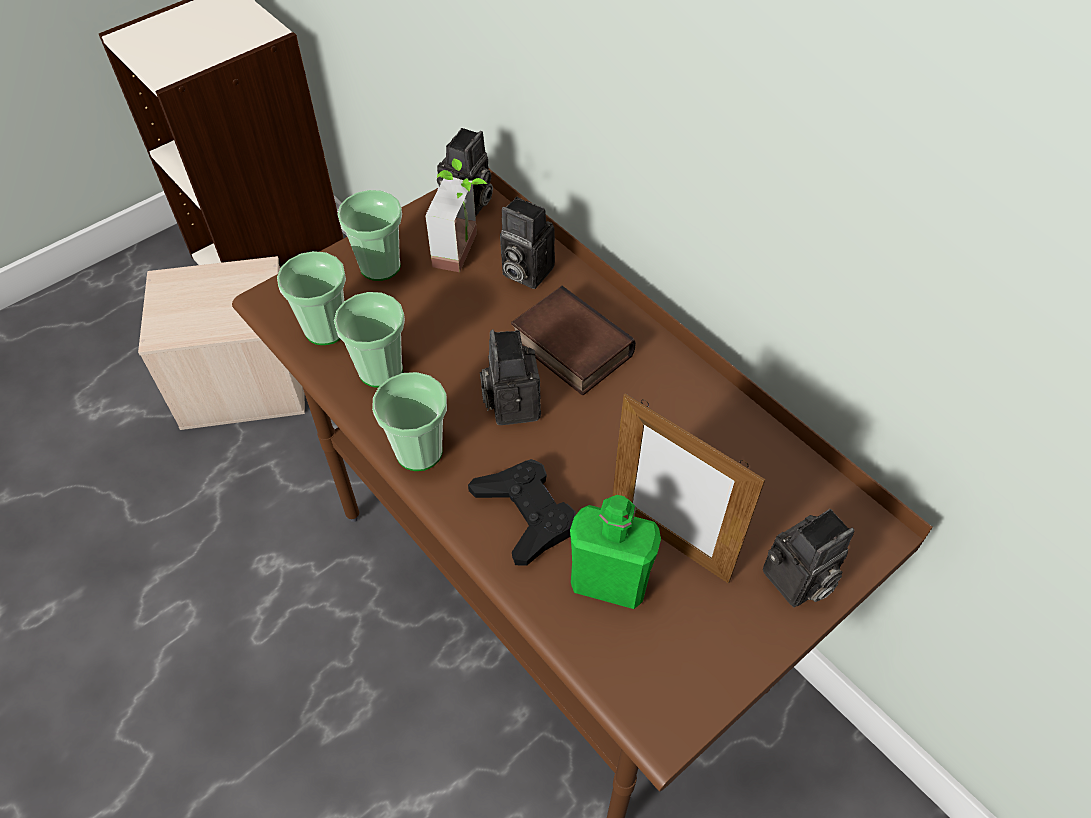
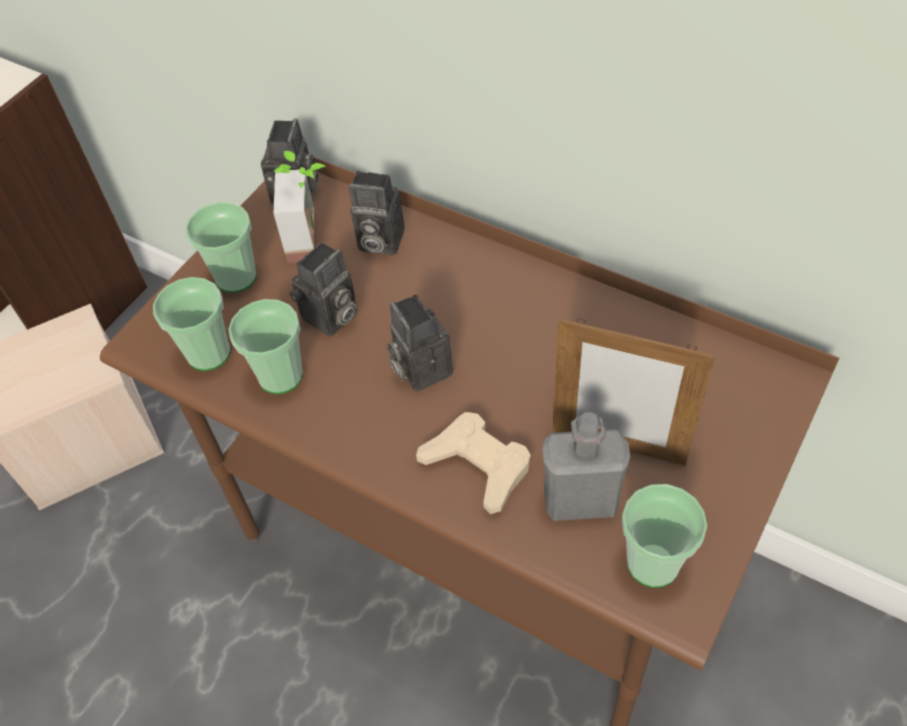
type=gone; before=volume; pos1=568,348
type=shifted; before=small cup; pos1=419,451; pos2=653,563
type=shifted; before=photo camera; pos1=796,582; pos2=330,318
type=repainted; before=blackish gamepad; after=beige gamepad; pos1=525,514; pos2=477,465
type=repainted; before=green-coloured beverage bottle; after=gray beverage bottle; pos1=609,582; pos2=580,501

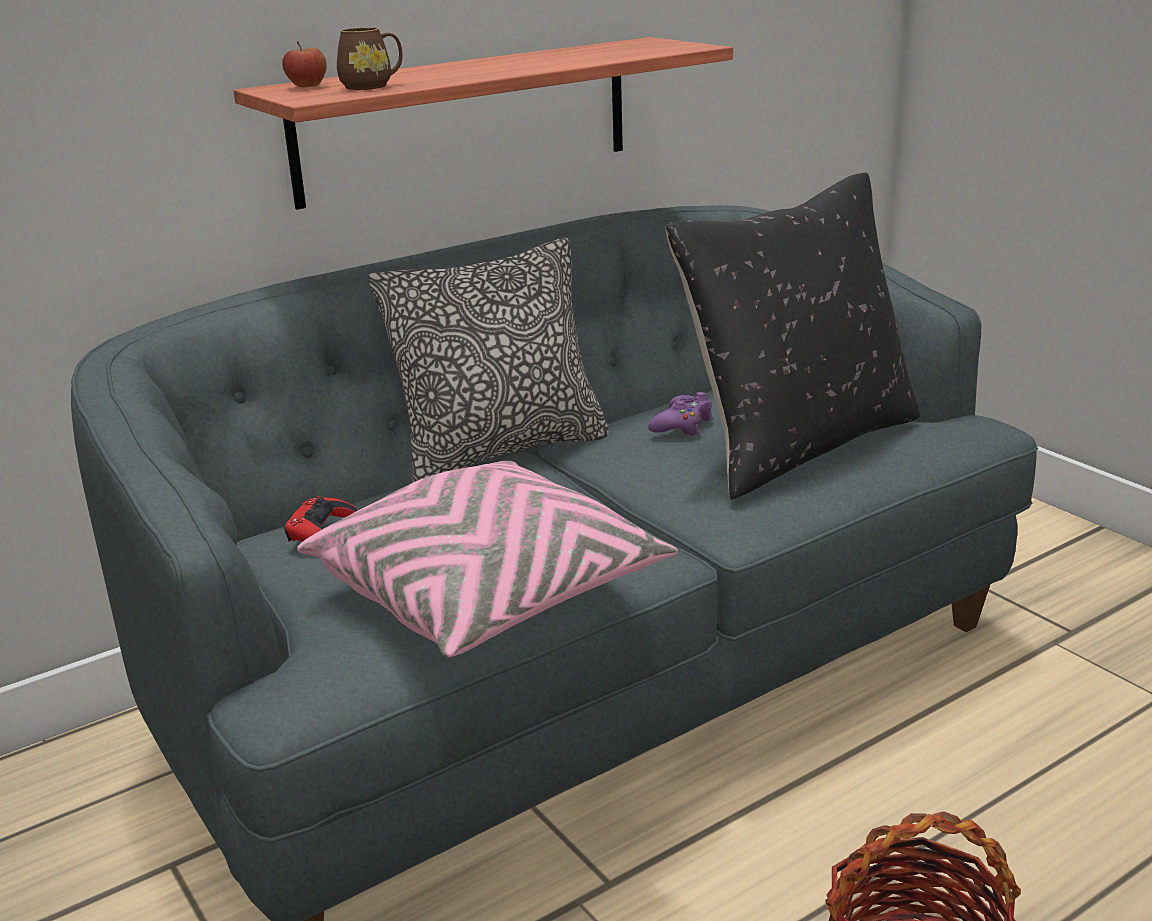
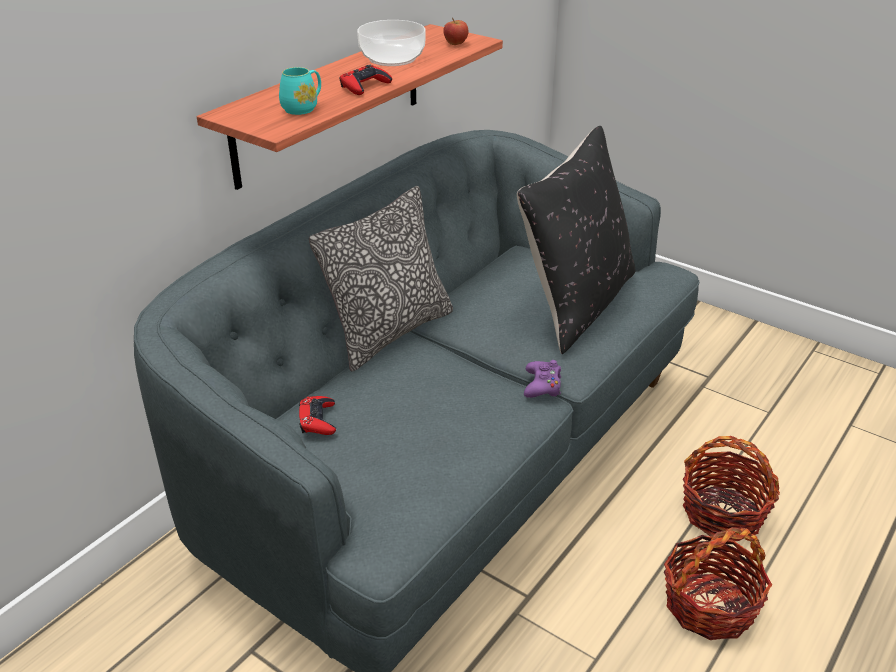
type=gone; before=pink throw pillow; pos1=489,595
type=new; after=red gamepad; pos2=365,86
type=new; after=deep dish; pos2=393,58
type=new; after=storage basket; pos2=723,512
type=shifted; before=apple fruit; pos1=307,86; pos2=455,44
type=shifted; before=purple gamepad; pos1=682,425; pos2=542,385
type=repainted; before=brown-coloured mug; after=blue-green mug; pos1=372,86; pos2=303,108

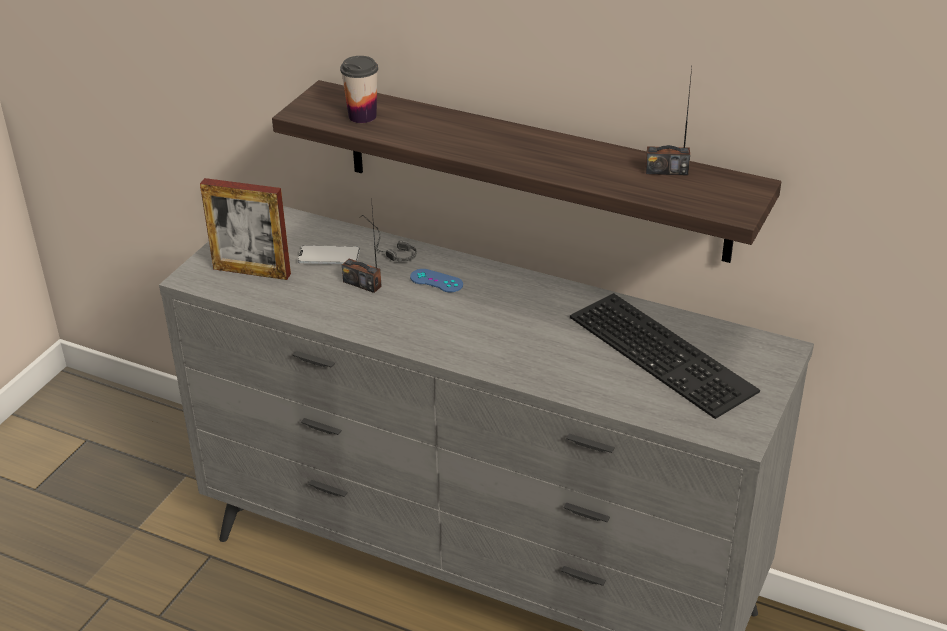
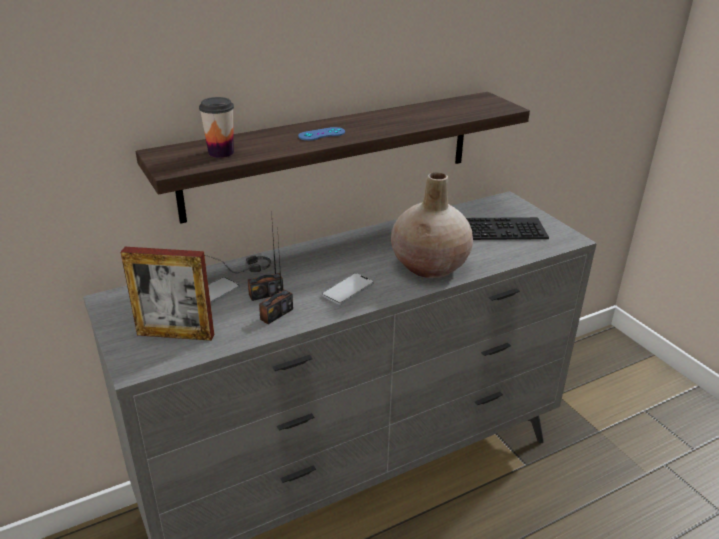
type=new; after=handset; pos2=348,290
type=new; after=beige decorative vase; pos2=430,266
type=shifted; before=blue gamepad; pos1=436,281; pos2=321,134
type=shifted; before=radio receiver; pos1=666,170; pos2=276,314
type=rotated; before=photo frame; pos1=252,271; pos2=175,334; turn=45

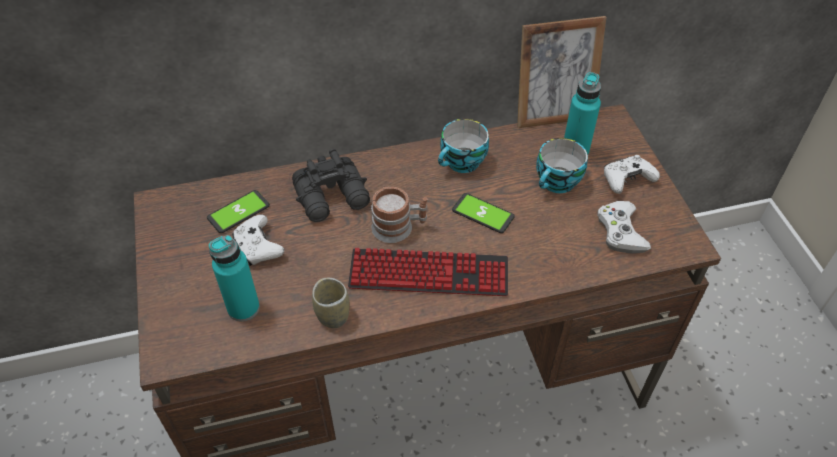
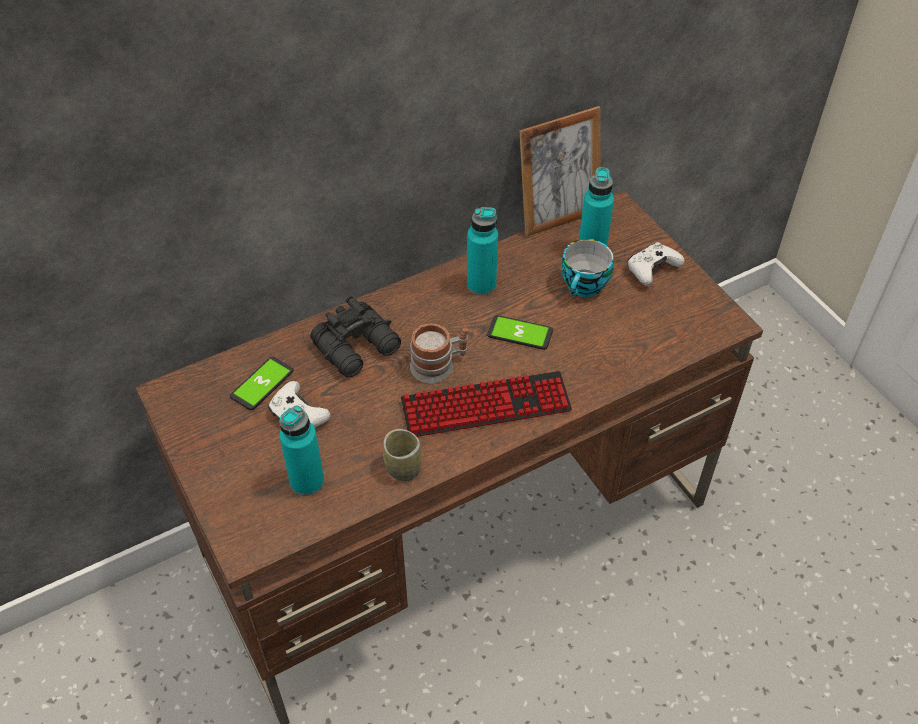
type=gone; before=white gamepad; pos1=620,231
type=swapped; before=small cup; after=blue-green beverage bottle; pos1=462,163; pos2=481,285

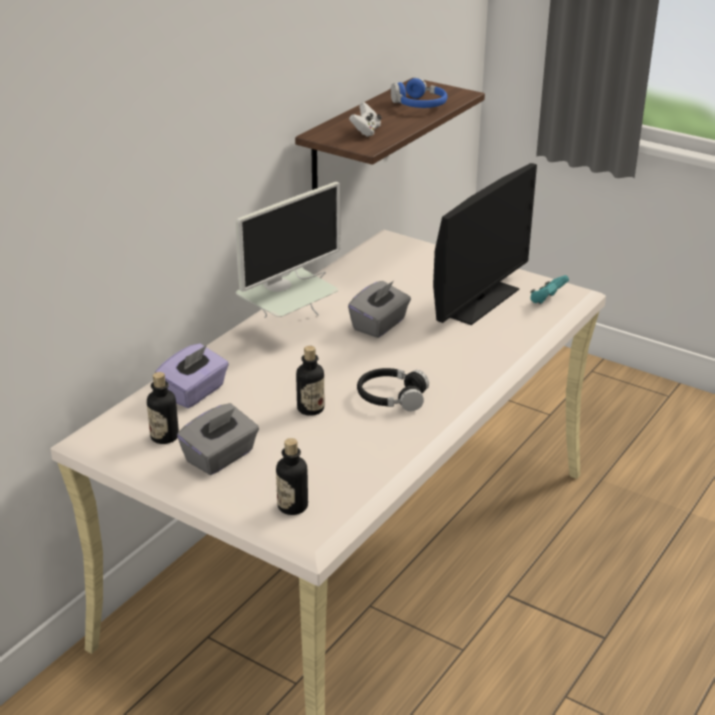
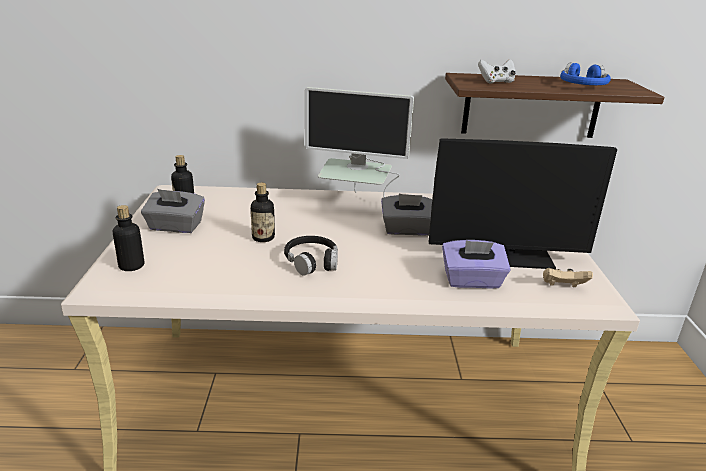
type=shifted; before=purple tissue holder; pos1=194,393; pos2=472,281
type=repainted; before=blue-green gamepad; after=beige gamepad; pos1=547,300; pos2=562,287

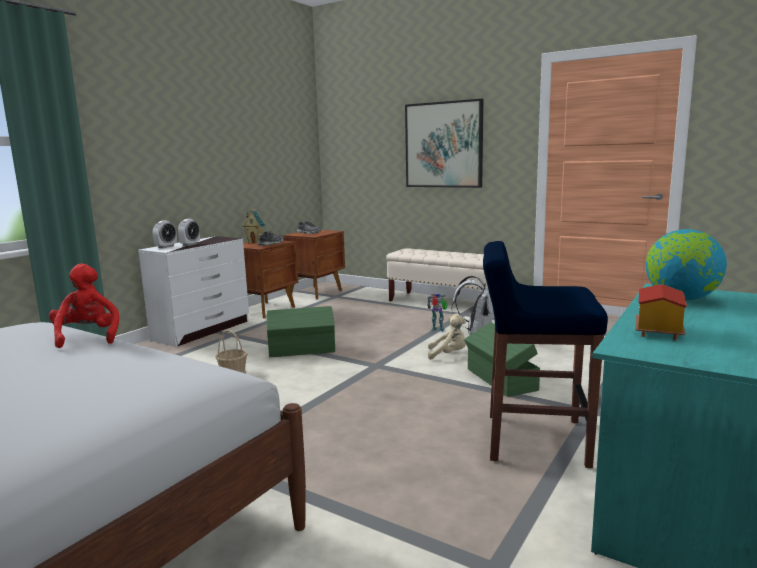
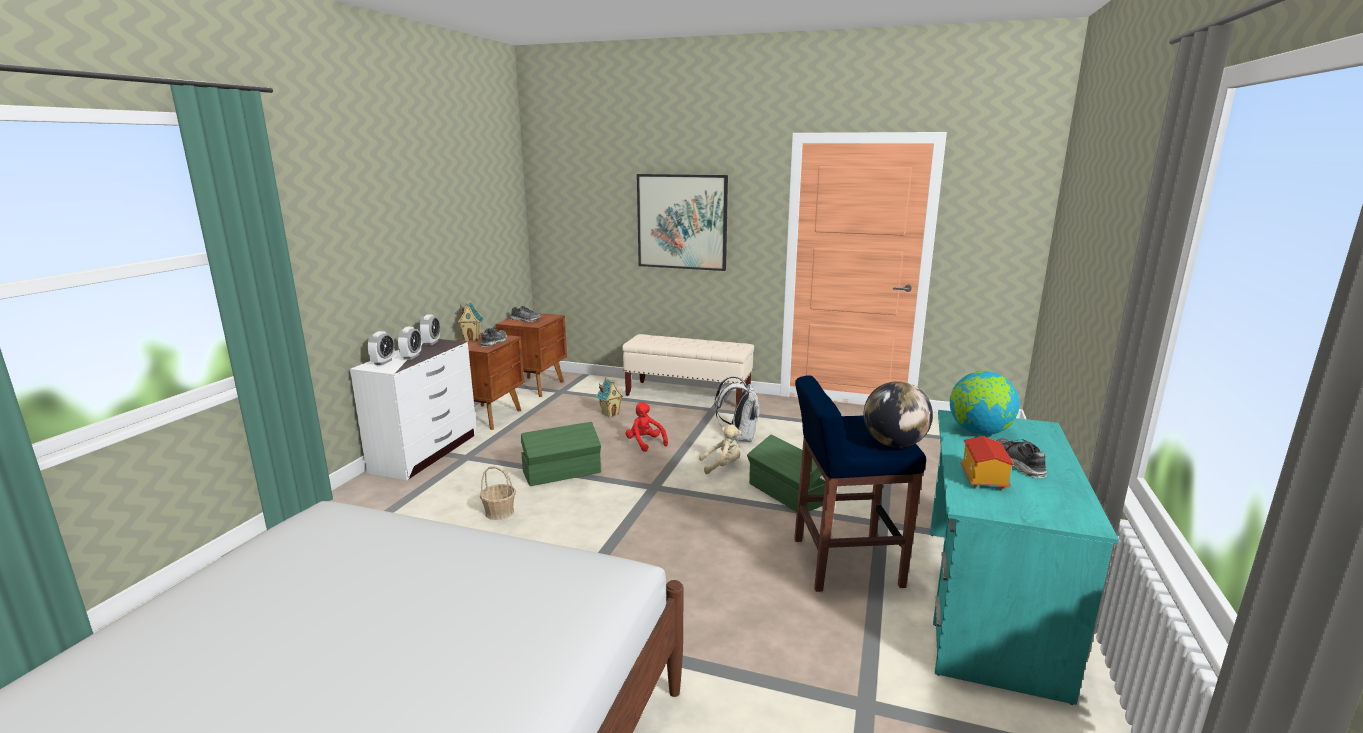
type=gone; before=model robot; pos1=438,330
type=new; after=table clock; pos2=431,343
type=new; after=miniature house; pos2=610,414
type=new; after=globe; pos2=894,444
type=new; after=shoe; pos2=1018,464
type=shifted; before=red plush toy; pos1=88,337; pos2=645,443

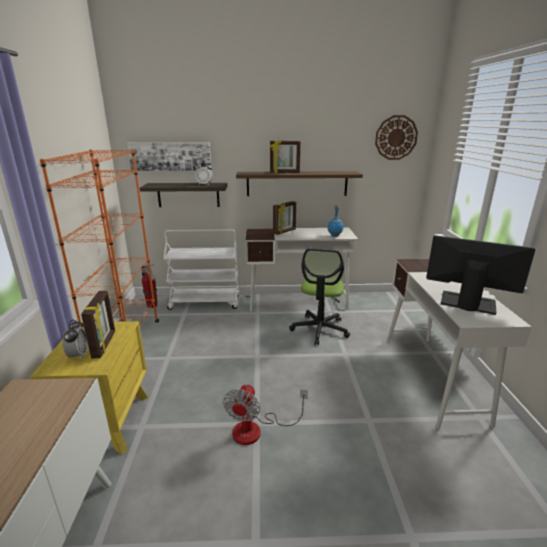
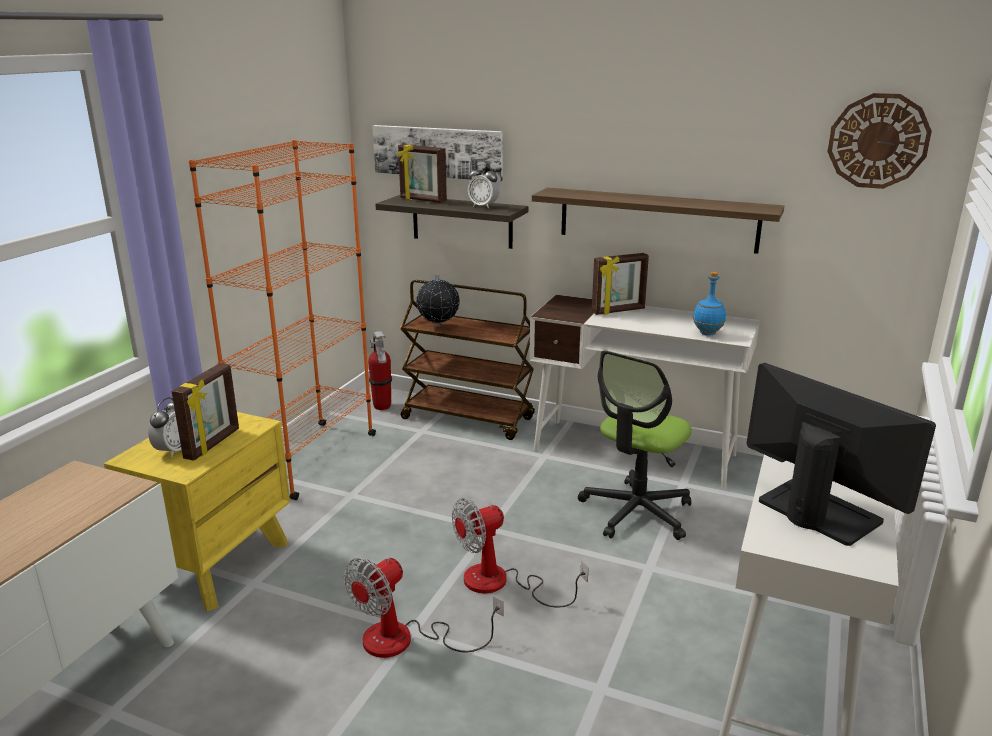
type=new; after=globe; pos2=438,327
type=new; after=electric fan; pos2=501,583
type=shifted; before=photo frame; pos1=284,172; pos2=422,200
type=repainted; before=white cart; after=brown-coloured cart; pos1=205,302; pos2=468,418

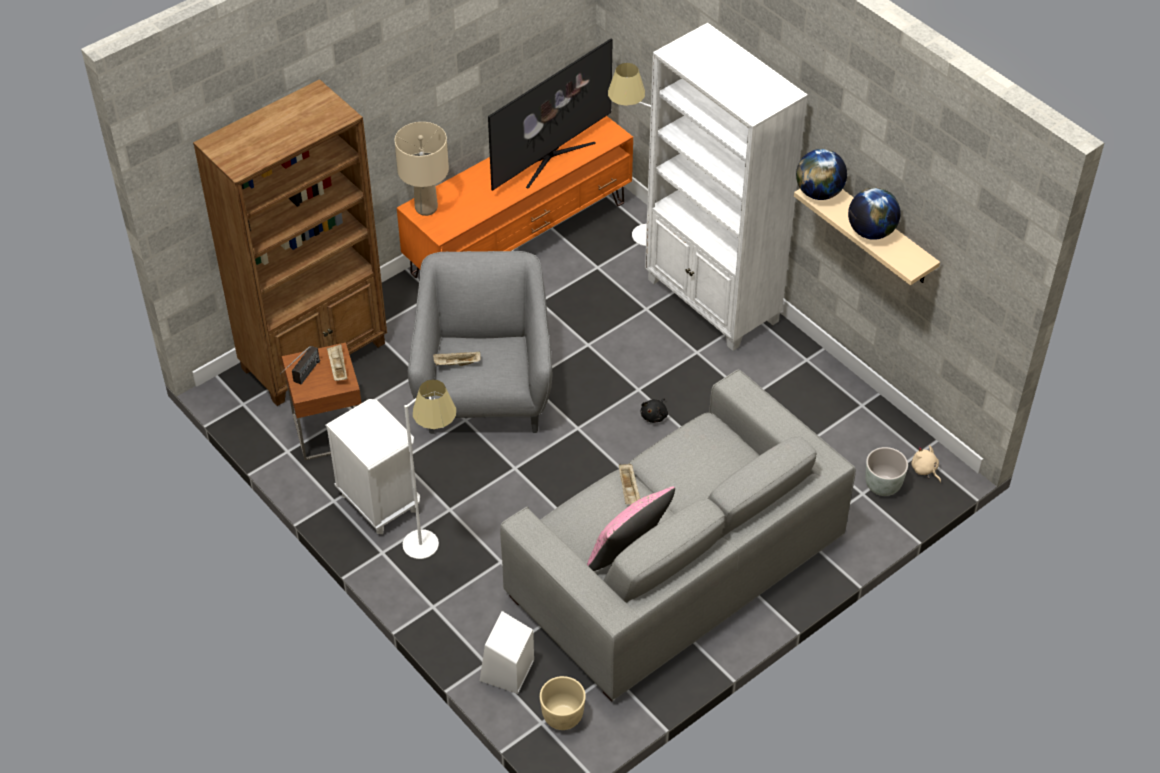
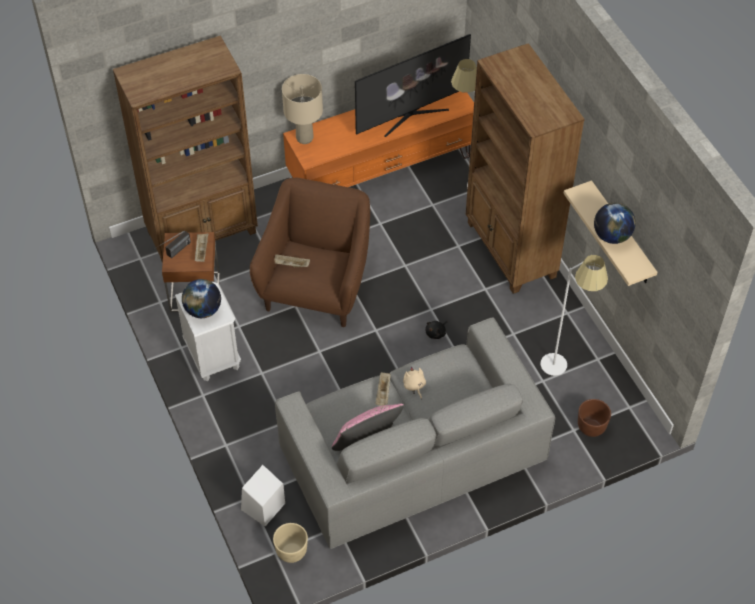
type=shifted; before=white standard lamp; pos1=435,549; pos2=564,370
type=shifted; before=globe; pos1=819,193; pos2=203,310
type=shifted; before=beige plush toy; pos1=925,470; pos2=414,386
type=repainted; before=gray armchair; after=brown-coloured armchair; pos1=484,390; pos2=317,285
type=repainted; before=white bookshelf; after=brown-coloured bookshelf; pos1=712,301; pos2=510,250
type=repainted; before=gray flower pot; after=brown-coloured flower pot; pos1=882,485; pos2=591,427

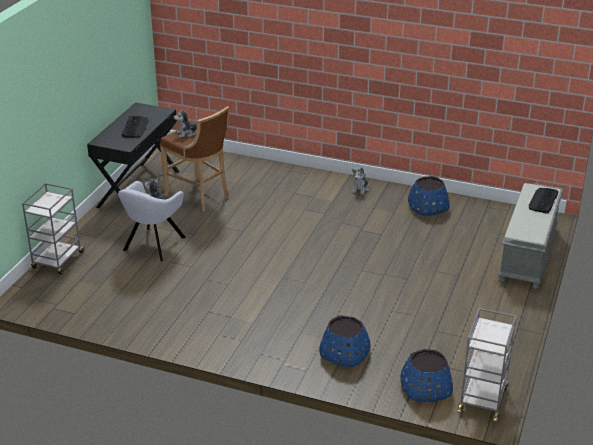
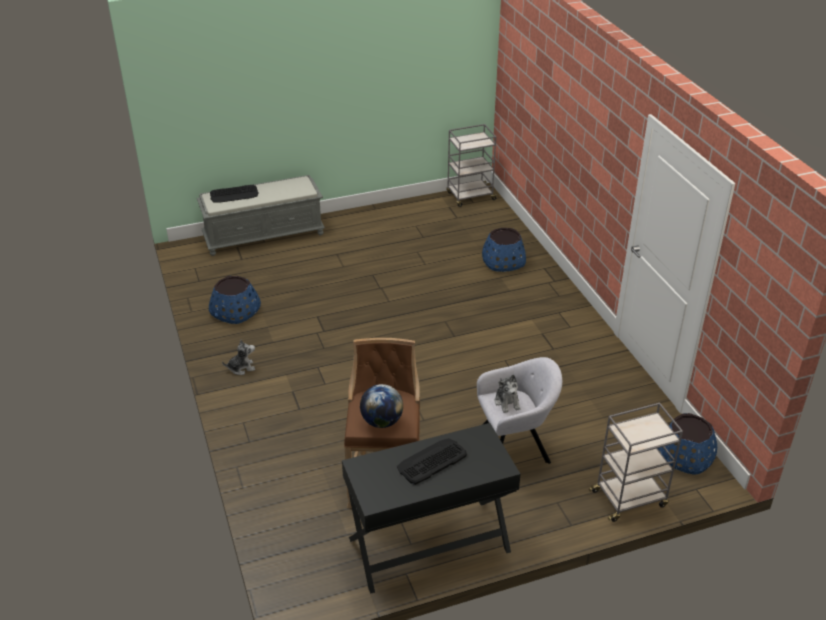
type=shifted; before=blue flower pot; pos1=426,388; pos2=685,455
type=swapped; before=plush toy; after=globe; pos1=187,133; pos2=381,422

